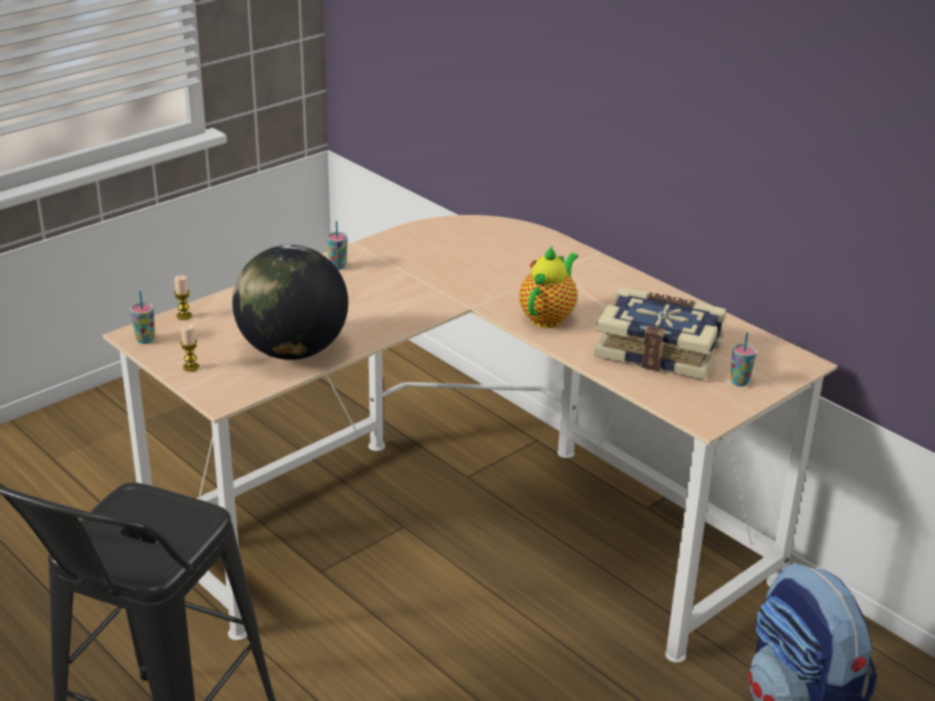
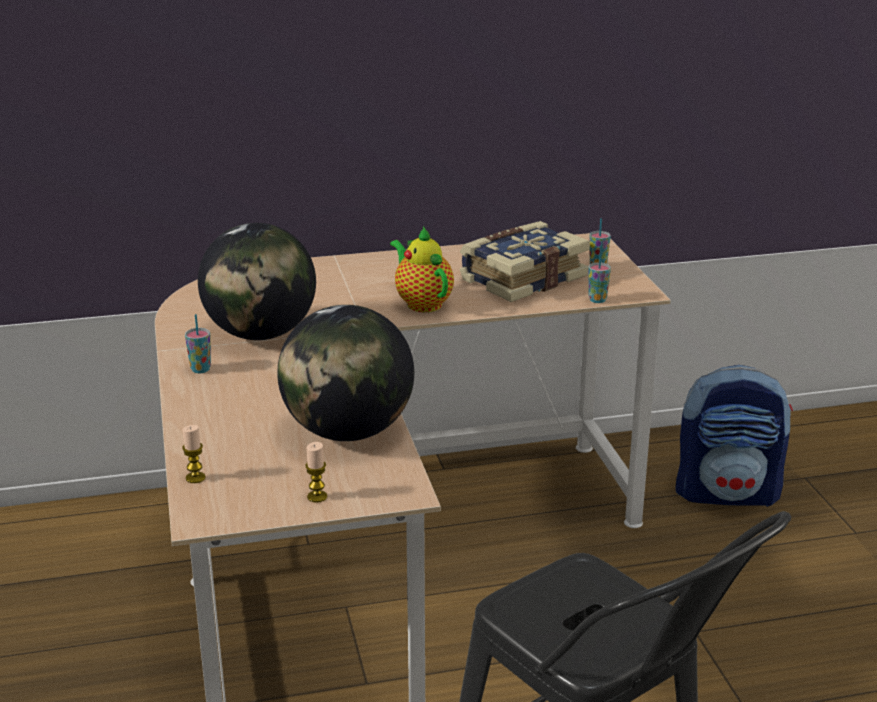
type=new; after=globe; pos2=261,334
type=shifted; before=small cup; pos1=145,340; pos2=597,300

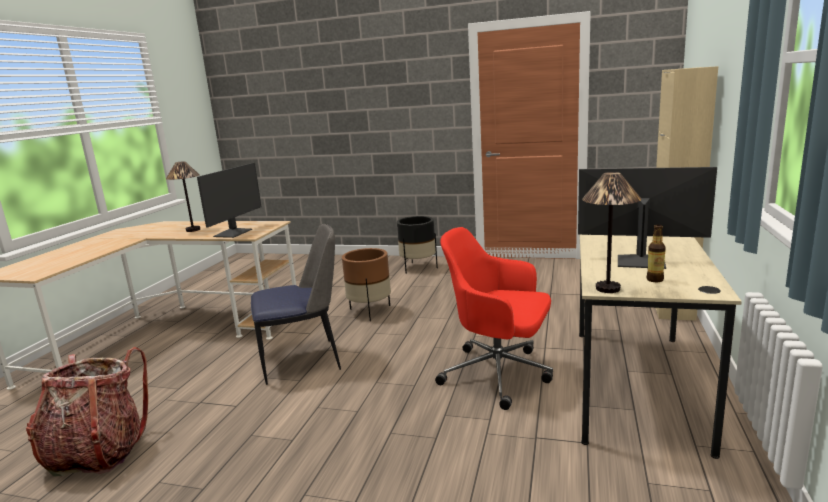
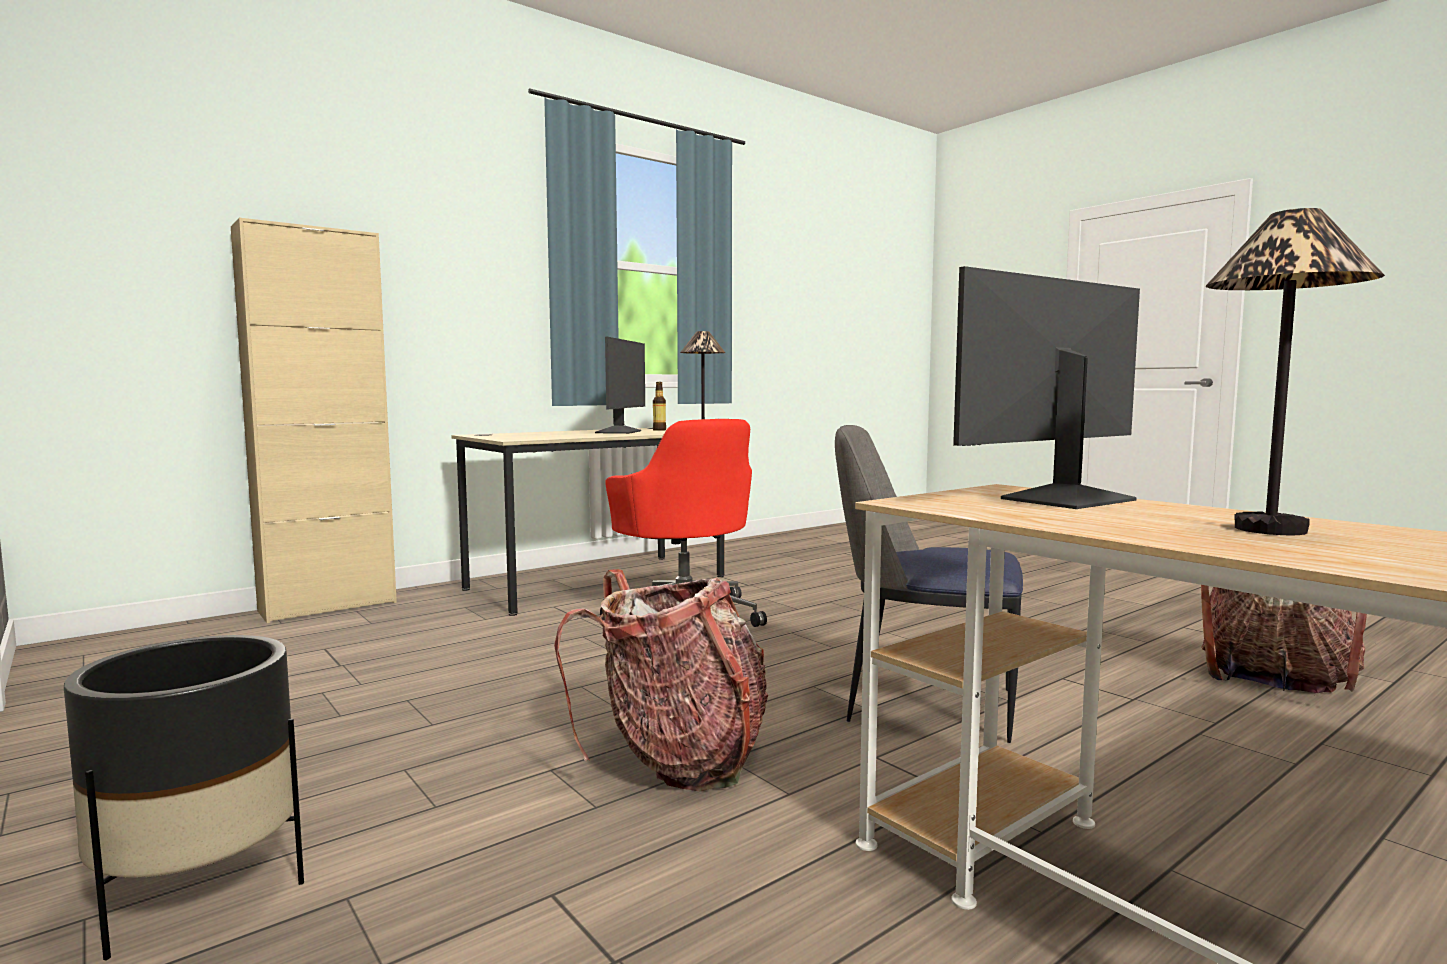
type=swapped; before=brown-coloured flower pot; after=knapsack; pos1=370,312; pos2=679,759
type=rotated; before=computer display; pos1=640,261; pos2=620,432; turn=-135

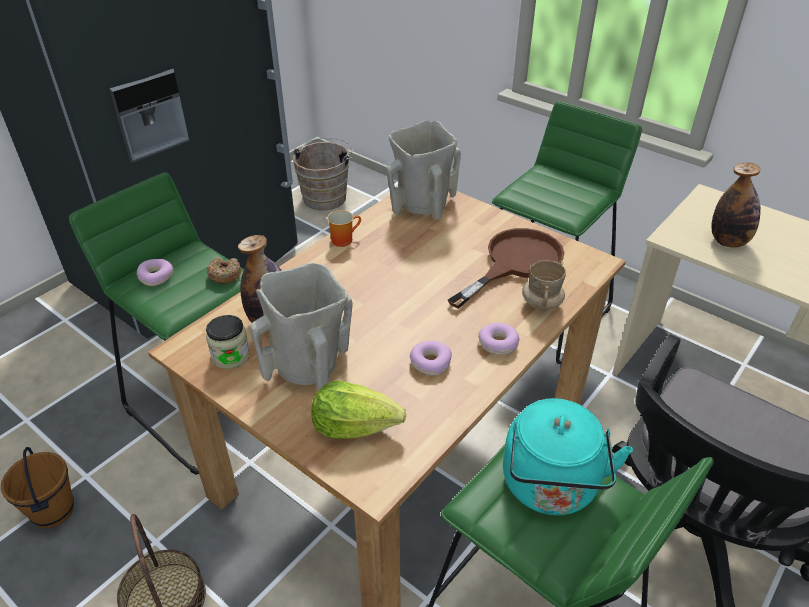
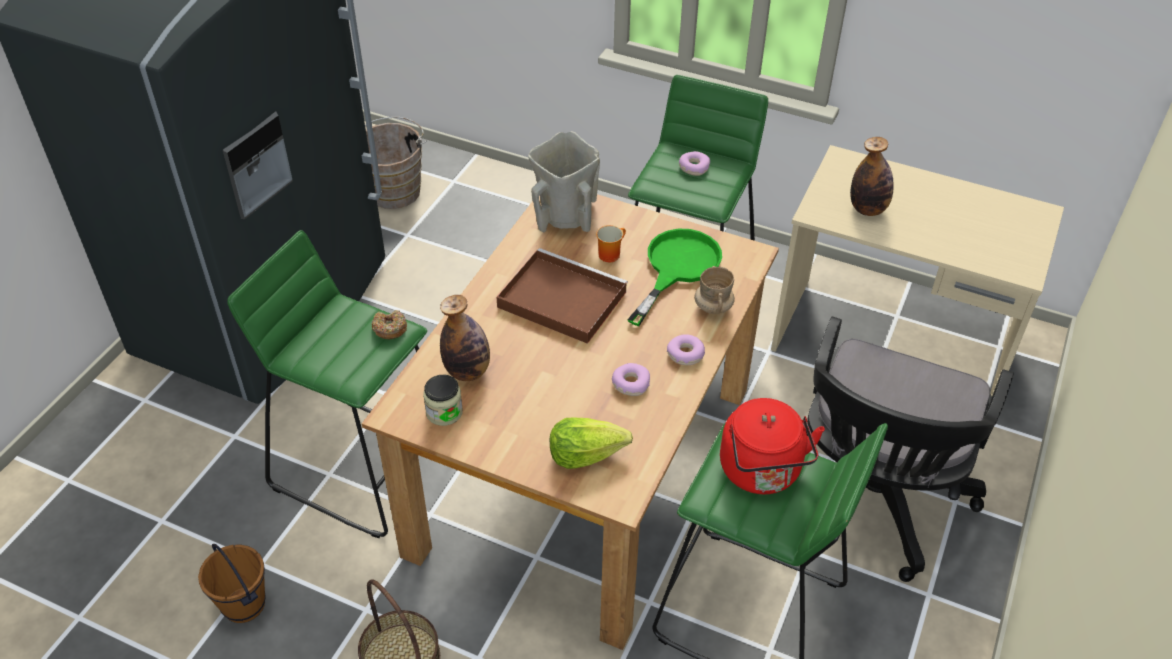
type=gone; before=beige decorative vase; pos1=310,366
type=new; after=brown-coloured serving tray; pos2=559,299
type=shifted; before=donut; pos1=156,276; pos2=693,167
type=shifted; before=mug; pos1=343,239; pos2=609,253
type=repainted; before=brown-coloured frying pan; after=green-coloured frying pan; pos1=515,263; pos2=677,268
type=repainted; before=blue-green kettle; after=red kettle; pos1=551,488; pos2=762,473

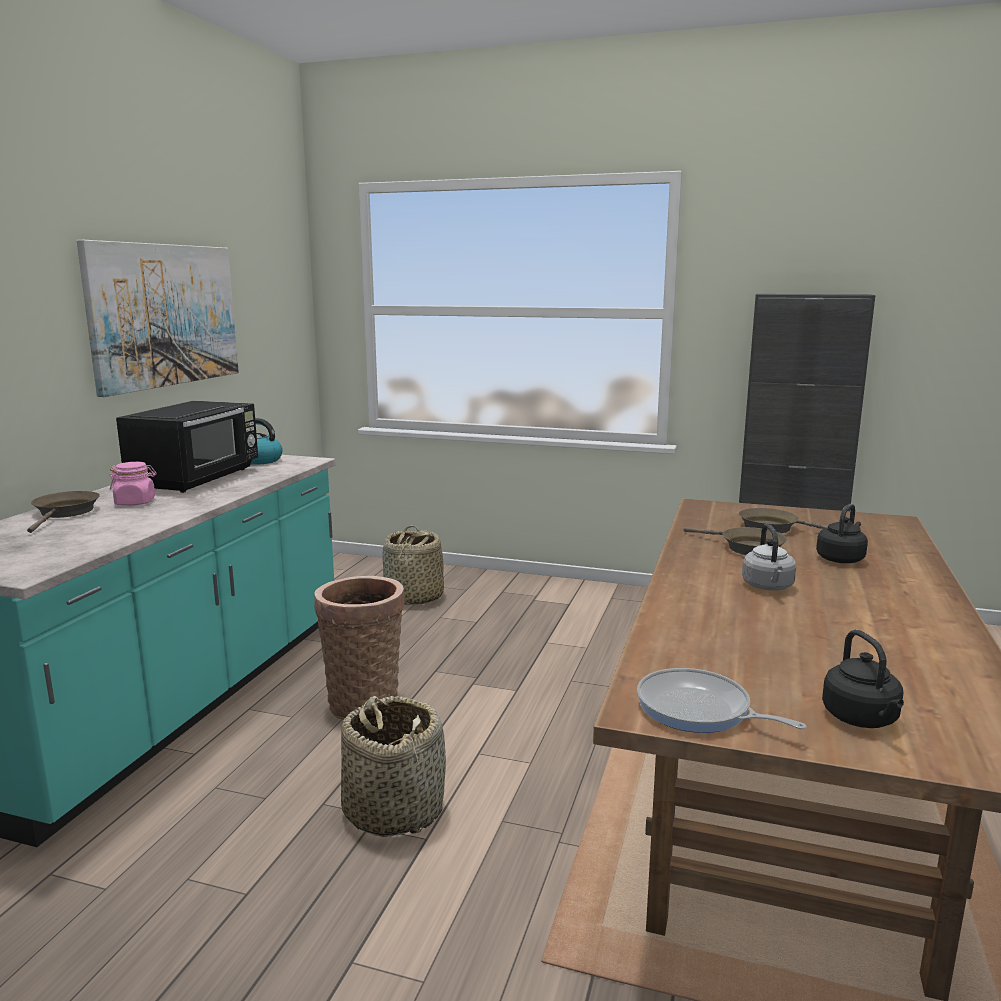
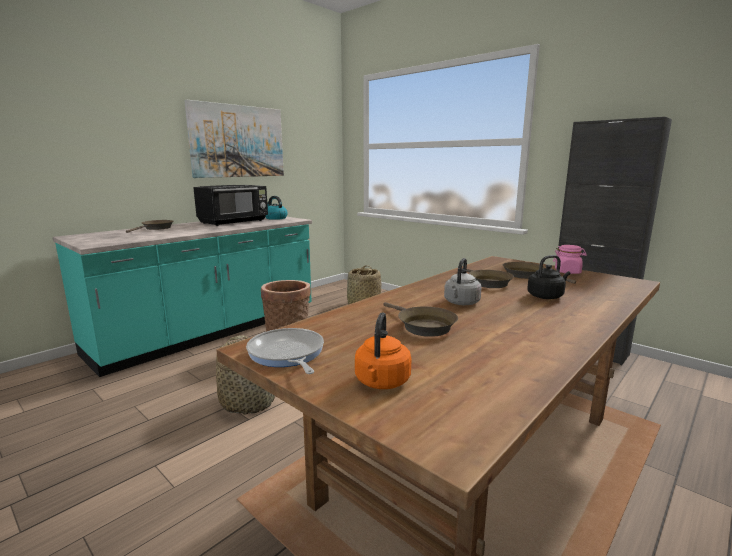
type=new; after=brown-coloured frying pan; pos2=422,326
type=shifted; before=pink preserve jar; pos1=135,502; pos2=567,272
type=repainted; before=blackish kettle; after=orangey kettle; pos1=862,719; pos2=381,383

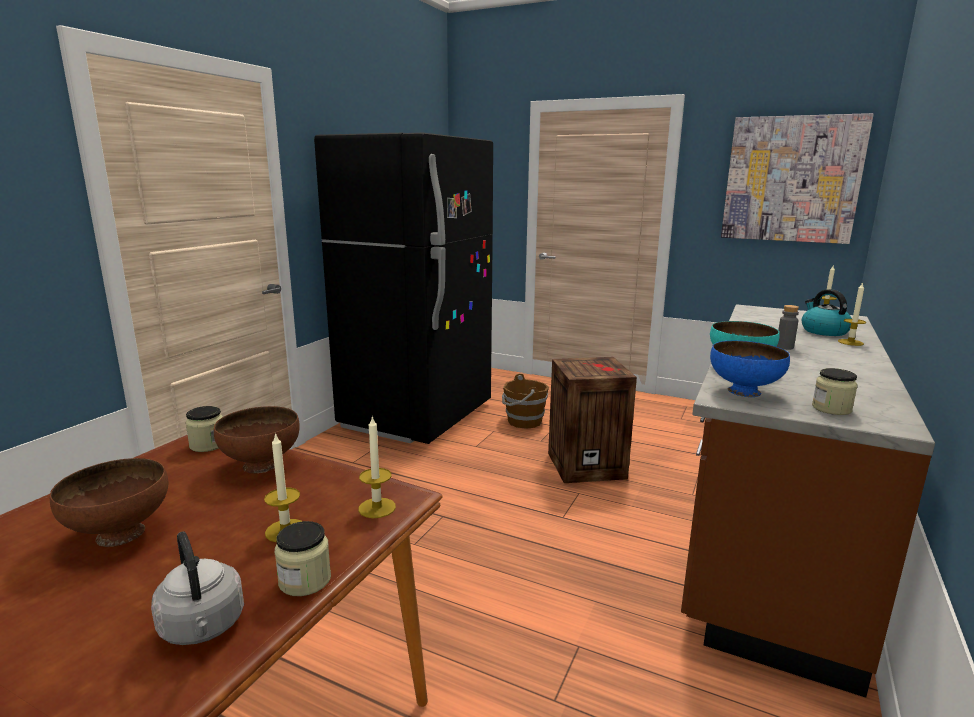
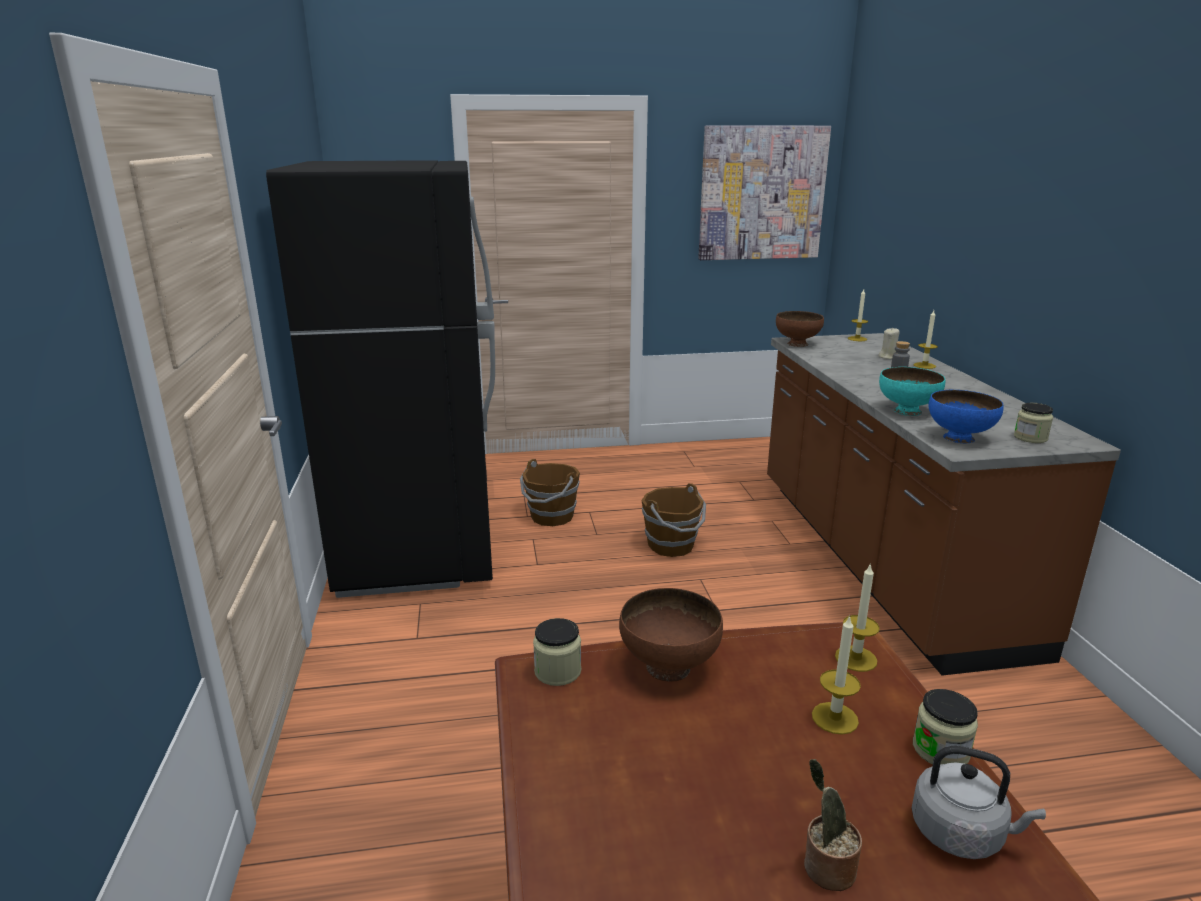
type=new; after=plant in a pot; pos2=825,868
type=shifted; before=brown-coloured deep dish; pos1=121,533; pos2=797,344
type=swapped; before=shipping crate; after=brown-coloured pail; pos1=587,465; pos2=672,546
type=swapped; before=kettle; after=beige wax candle; pos1=823,331; pos2=888,357

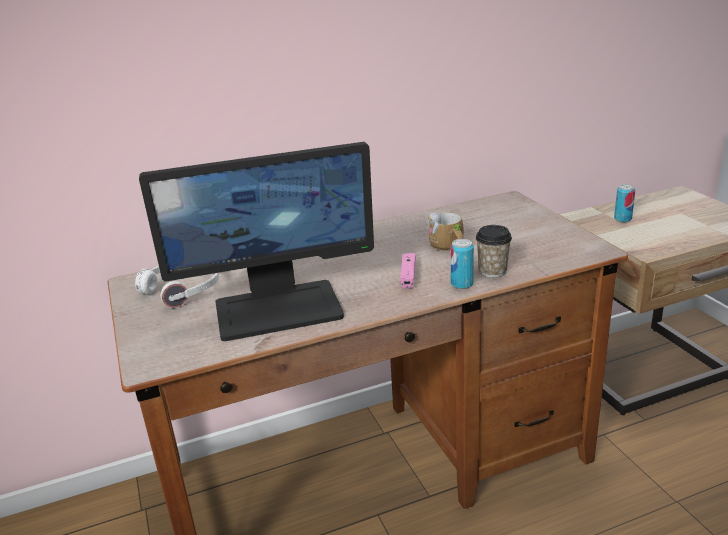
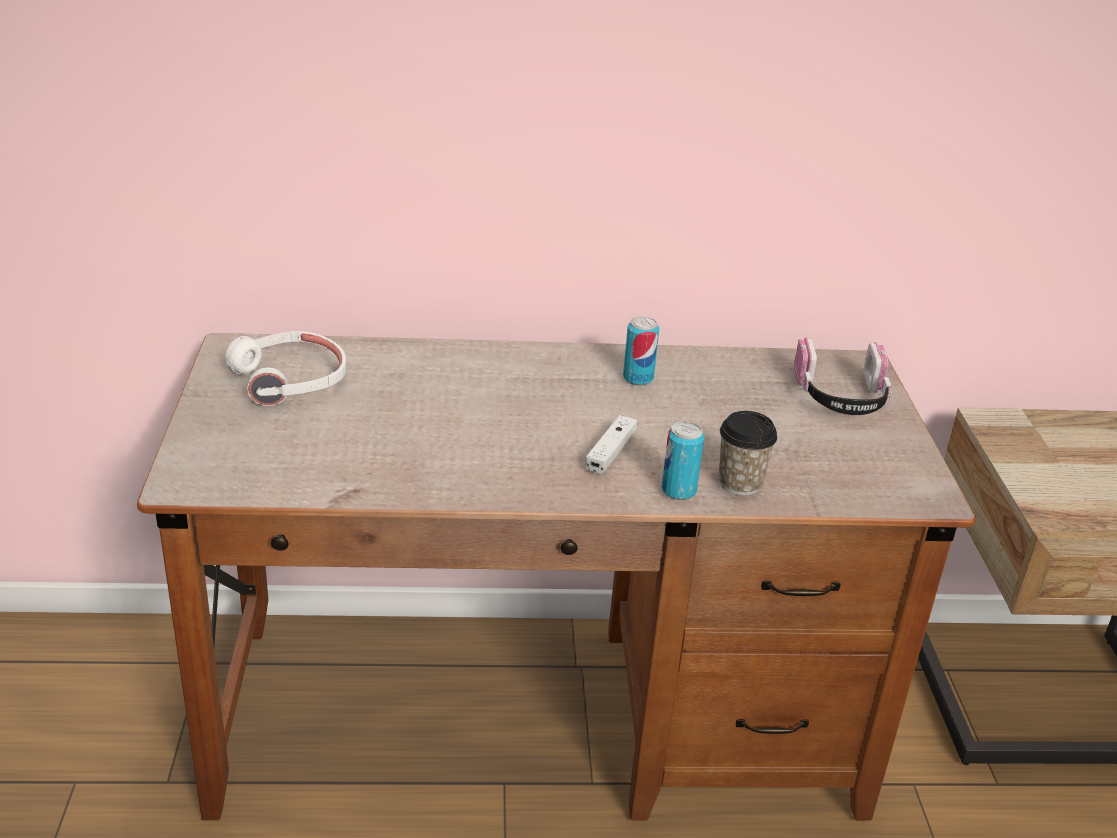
type=gone; before=computer display; pos1=278,308
type=gone; before=mug; pos1=448,247
type=new; after=headset; pos2=841,397
type=shifted; before=can; pos1=622,219; pos2=638,378
type=repainted; before=pink gamepad; after=white gamepad; pos1=408,275; pos2=611,452

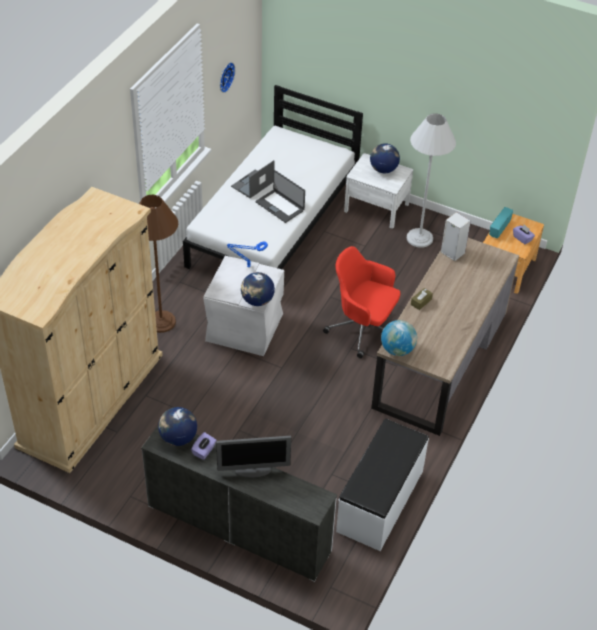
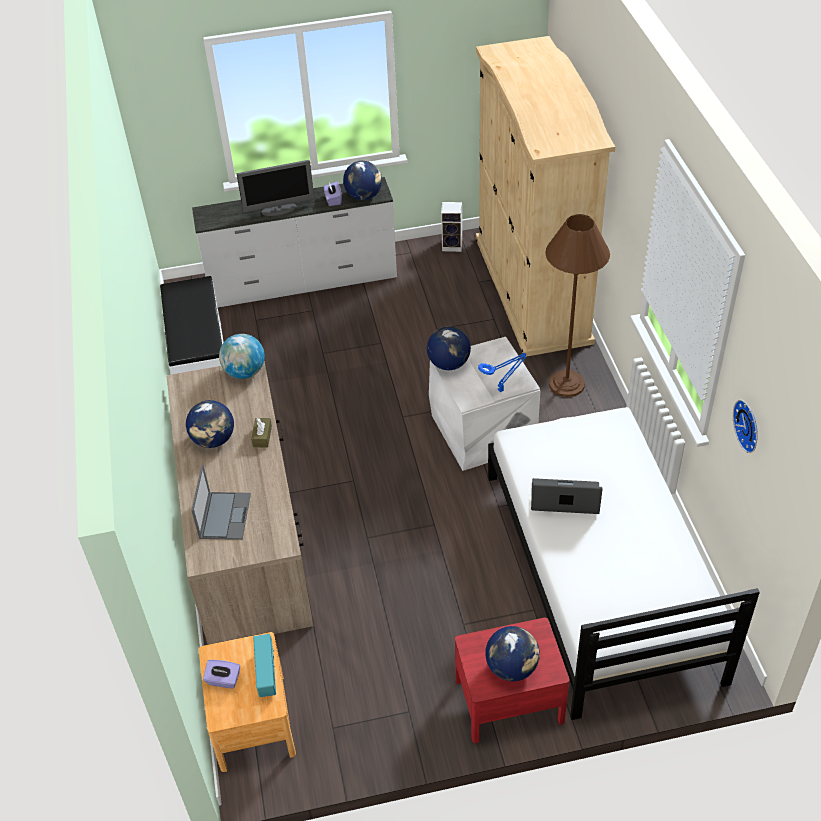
type=gone; before=red computer chair; pos1=362,329
type=gone; before=white standard lamp; pos1=419,238
type=new; after=globe; pos2=213,440
type=shifted; before=portable computer; pos1=252,184; pos2=225,515
type=shifted; before=speaker; pos1=451,252; pos2=453,245
type=repainted; before=white bedside table; after=red bedside table; pos1=376,207; pos2=509,700
type=rotated; before=computer display; pos1=253,470; pos2=279,210; turn=-150

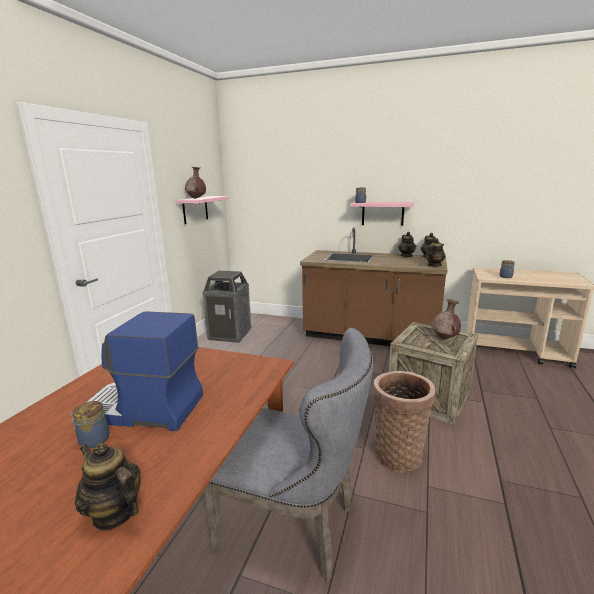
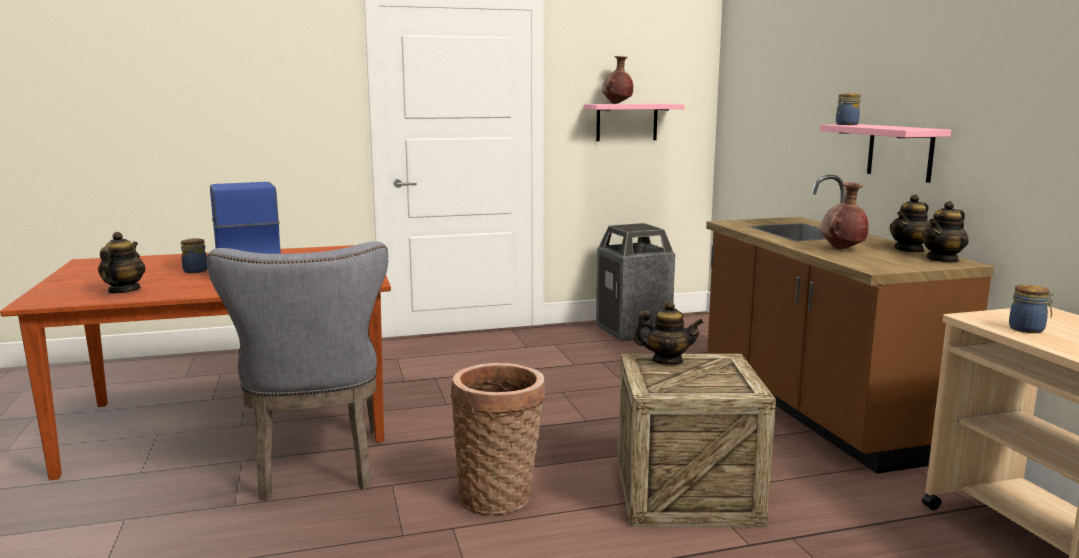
type=shifted; before=teapot; pos1=433,265; pos2=667,361
type=shifted; before=brown-coloured decorative vase; pos1=445,338; pos2=842,249

